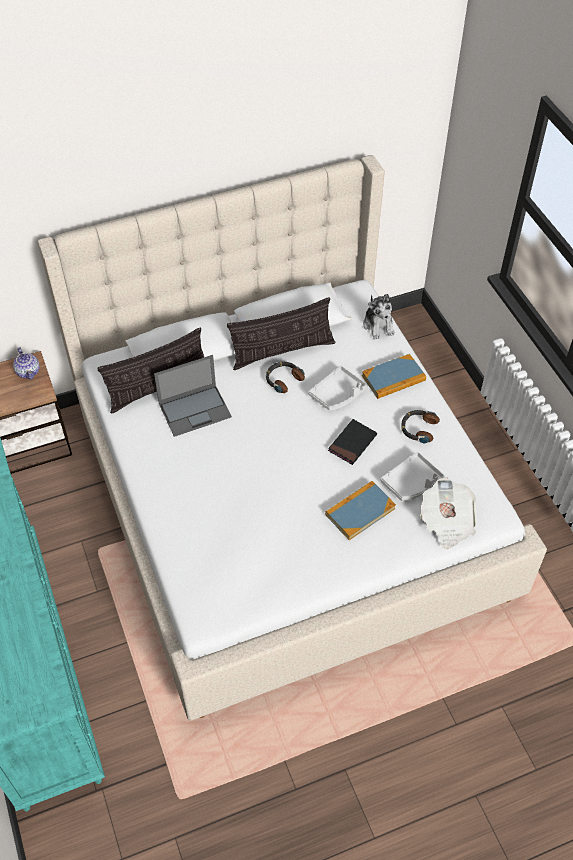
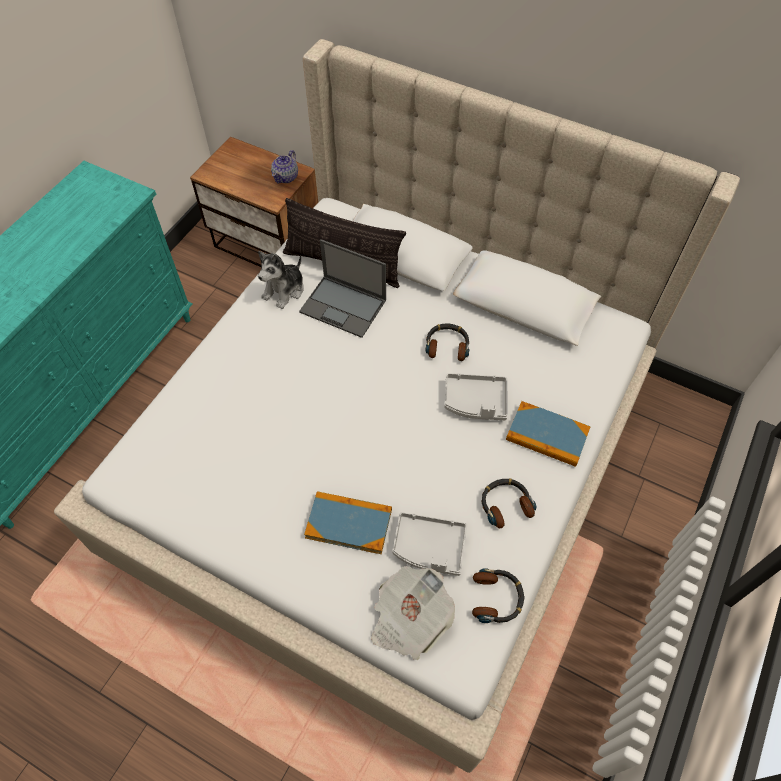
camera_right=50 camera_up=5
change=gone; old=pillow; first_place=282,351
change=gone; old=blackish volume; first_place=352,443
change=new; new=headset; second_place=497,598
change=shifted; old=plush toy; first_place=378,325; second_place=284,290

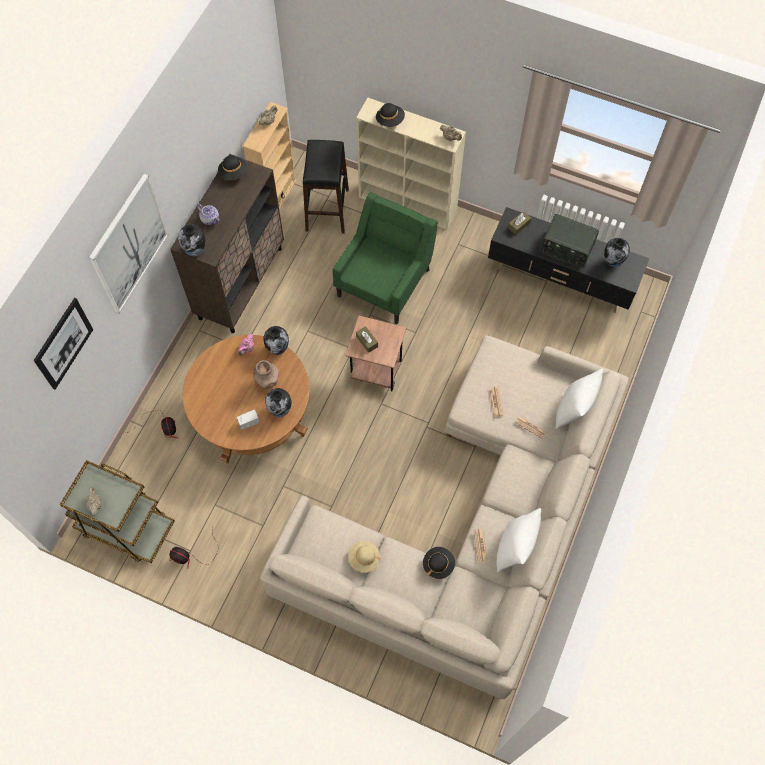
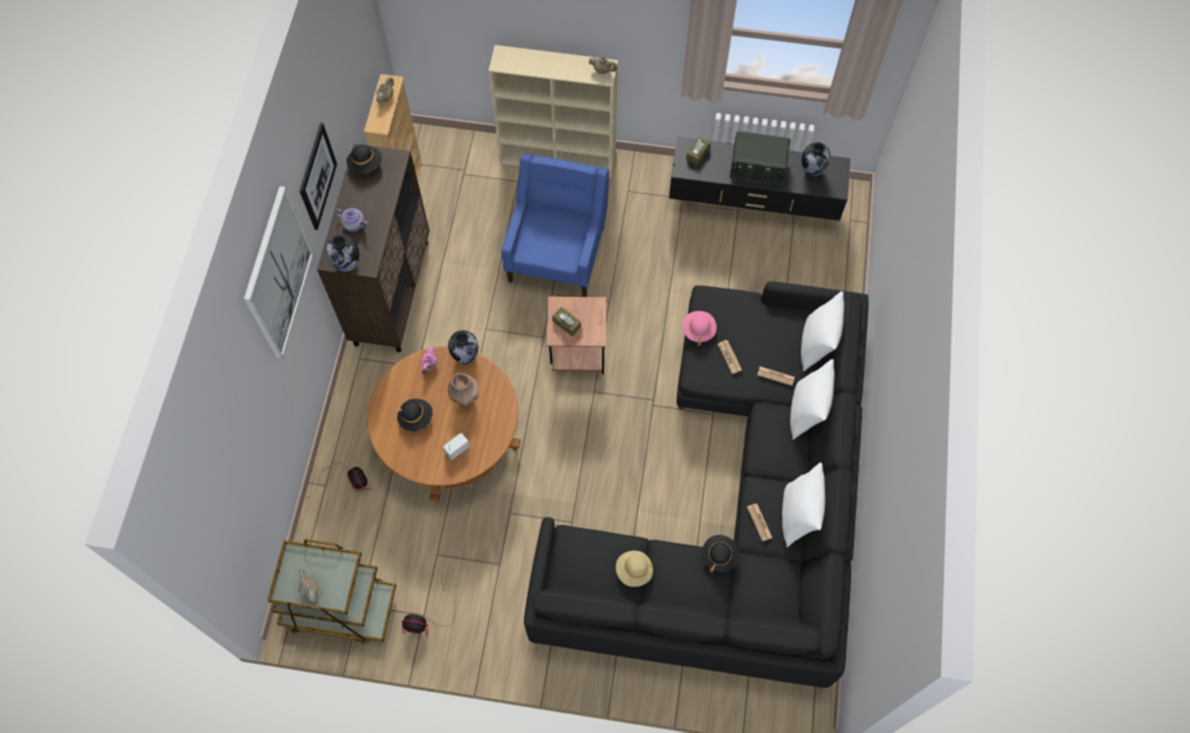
camera_right=-15 camera_up=0
change=gone; old=vase; first_place=280,410
change=gone; old=blackish stool seat; first_place=327,209
change=new; new=pinkish hat; second_place=698,330
change=new; new=white pillow; second_place=806,412
change=shifted; old=picture; first_place=63,343; second_place=317,176
change=shifted; old=blackish hat; first_place=390,120; second_place=416,418
change=repainted; old=beige settee; new=blackish settee; first_place=472,526; second_place=736,504
change=repainted; old=green-coloured armchair; new=bluish armchair; first_place=385,281; second_place=557,252

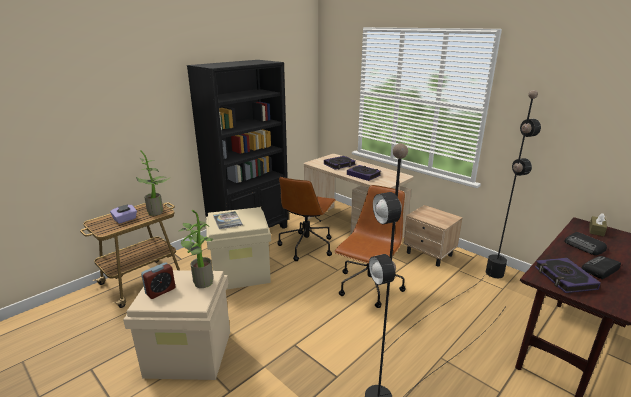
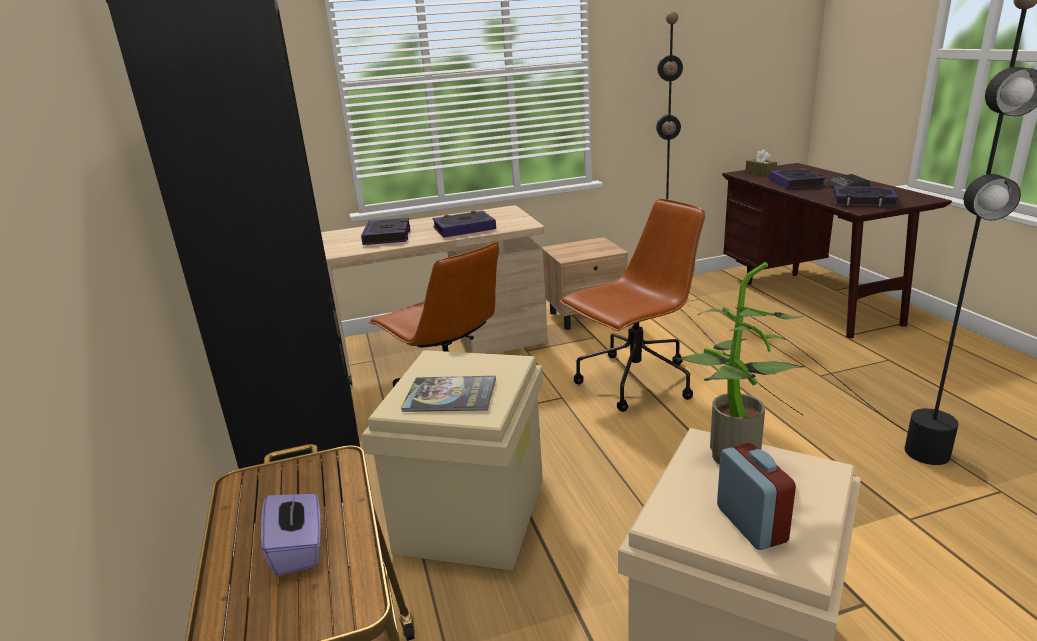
camera_right=-60 camera_up=0
change=gone; old=houseplant; first_place=158,212
change=swapped; old=radio receiver; new=volume; first_place=584,246; second_place=795,183
change=rotated; old=brownish office chair; first_place=369,287; second_place=634,382; degrees=90

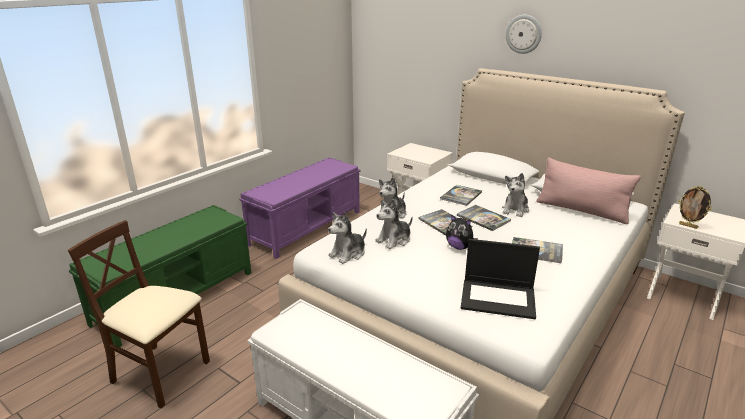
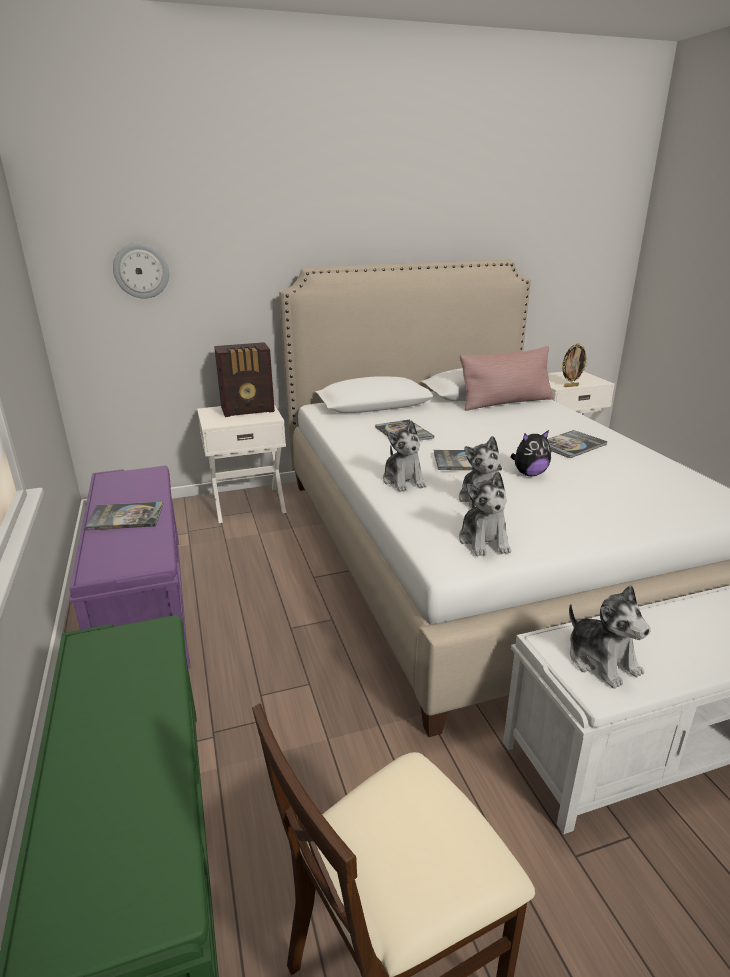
camera_right=-55 camera_up=0
change=gone; old=laptop; first_place=498,298
change=new; new=radio receiver; second_place=249,410
change=shifted; old=volume; first_place=483,218; second_place=126,517
change=shifted; old=plush toy; first_place=515,210; second_place=602,661
change=shifted; old=clock on the wall; first_place=523,34; second_place=141,271

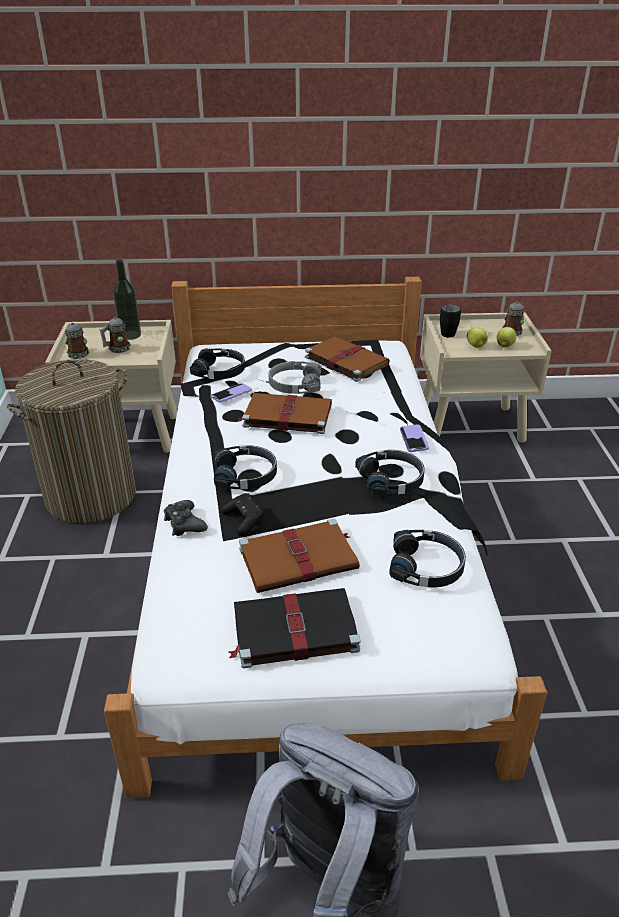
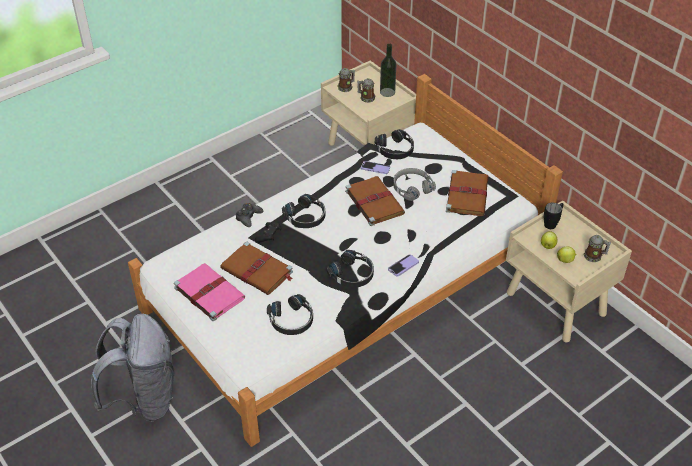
camera_right=55 camera_up=10
change=gone; old=washing basket; first_place=91,496
change=repainted; old=blackish volume; new=pinkish volume; first_place=292,630; second_place=208,292

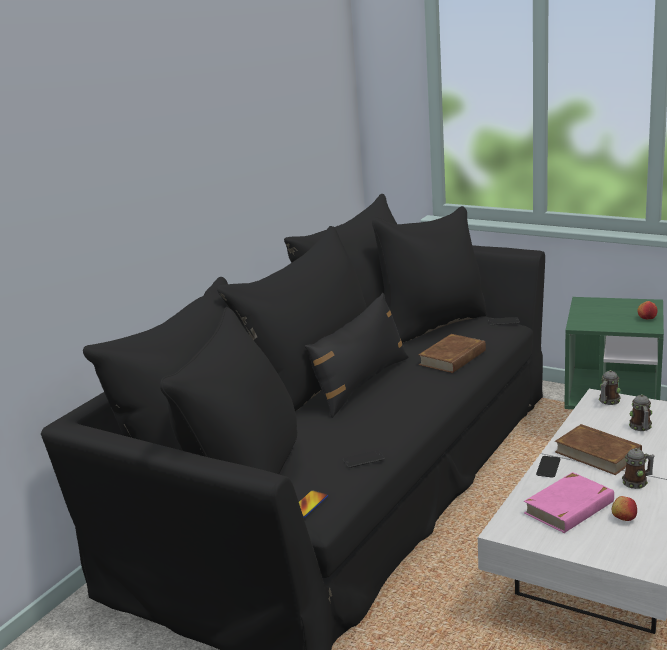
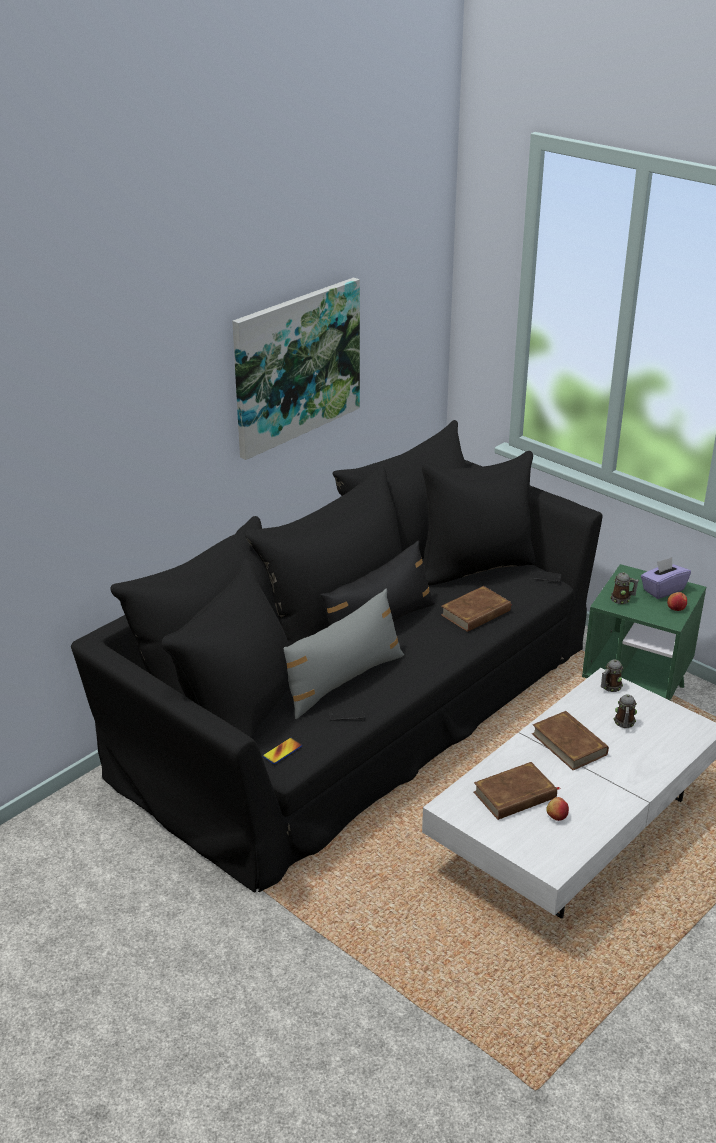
camera_right=10 camera_up=10
change=gone; old=telephone; first_place=548,467
change=new; new=picture; second_place=296,366
change=new; new=greyish pillow; second_place=342,680
change=new; new=purple-coloured tissue box; second_place=663,590
change=shifted; old=mug; first_place=637,482; second_place=622,599
change=repainted; old=pinkish volume; new=brownish volume; first_place=569,508; second_place=515,795

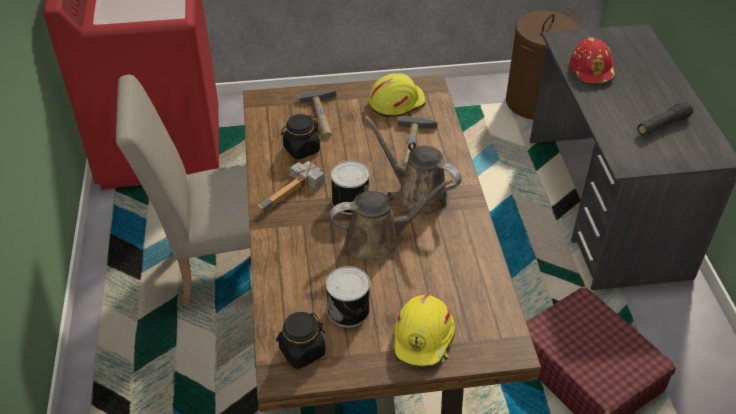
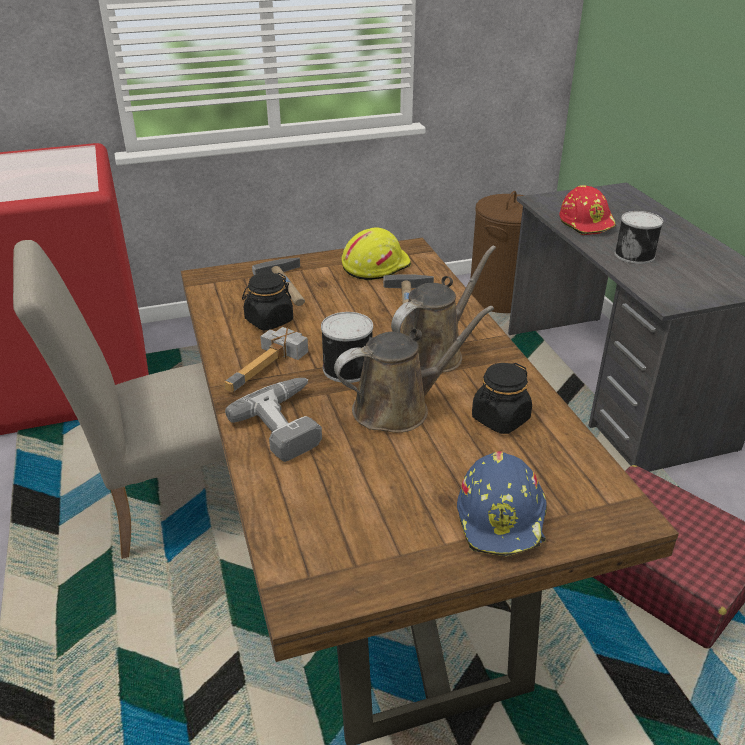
camera_right=-10 camera_up=-10
change=gone; old=blackish torch; first_place=662,125
change=new; new=power drill; second_place=289,424
change=shifted; old=blackish preserve jar; first_place=302,351; second_place=500,419
change=shifted; old=sealed can; first_place=349,310; second_place=635,255
change=repainted; old=yellow safety helmet; new=bluish safety helmet; first_place=424,339; second_place=502,518
change=rotated; old=brownish watering can; first_place=418,194; second_place=433,353; degrees=105

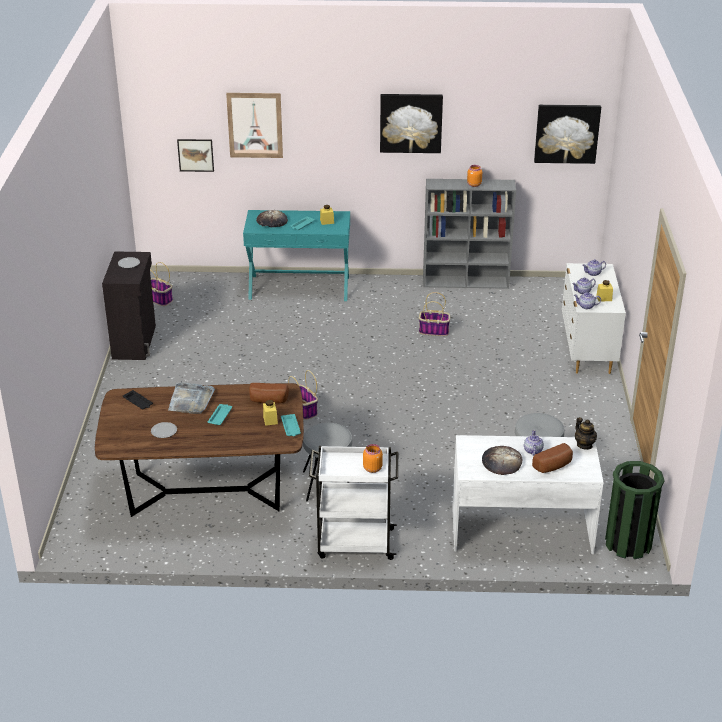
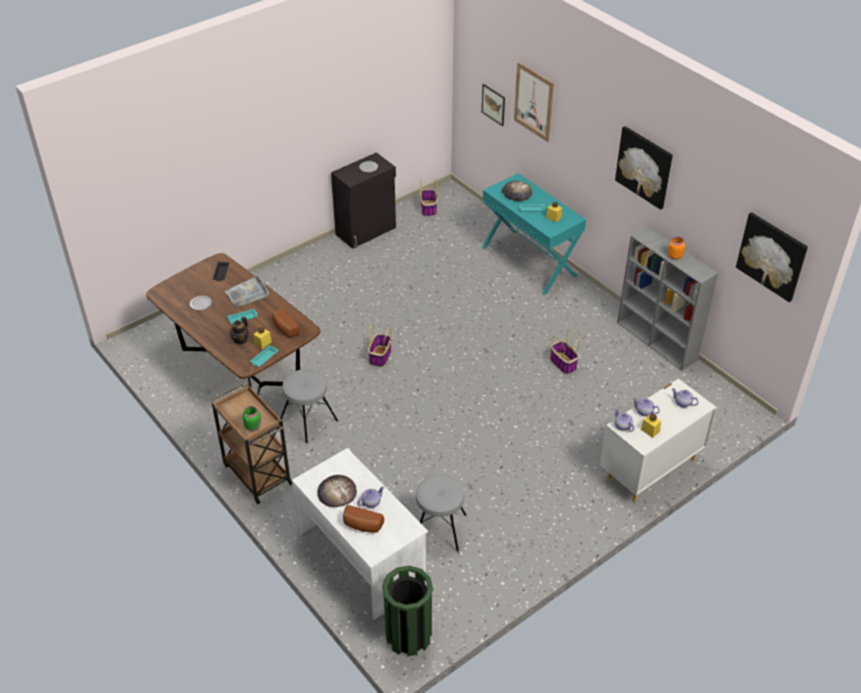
camera_right=50 camera_up=10
change=shifted; old=pot for tea; first_place=584,445; second_place=240,340
change=repainted; old=white trolley; new=brownish trolley; first_place=354,543; second_place=256,473
change=repainted; old=orangey preserve jar; new=green-coloured preserve jar; first_place=372,468; second_place=253,426

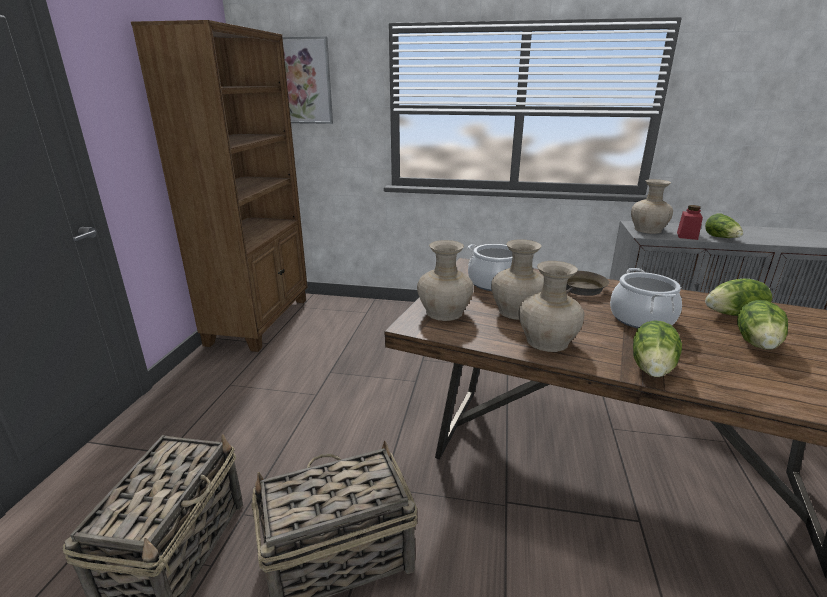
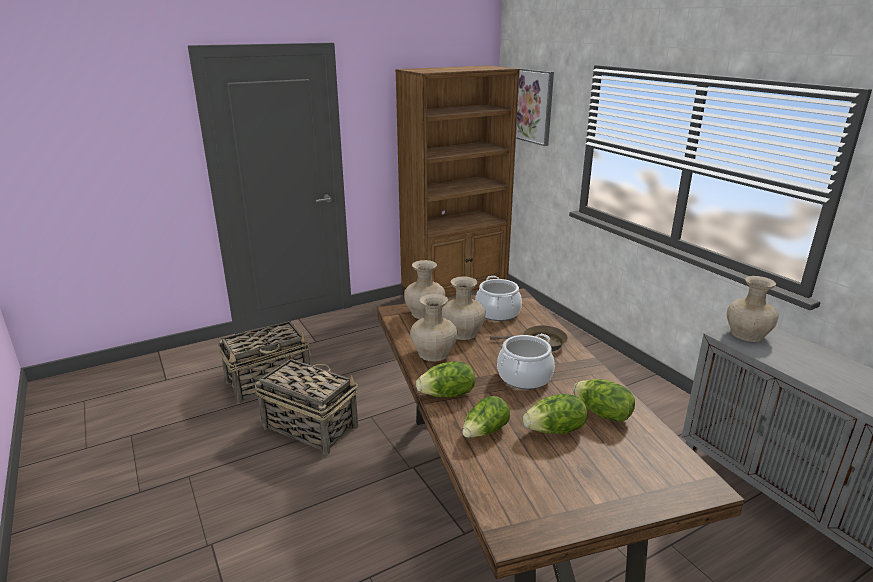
camera_right=50 camera_up=0
change=gone; old=red preserve jar; first_place=687,235
change=shifted; old=lettuce; first_place=721,238; second_place=485,432

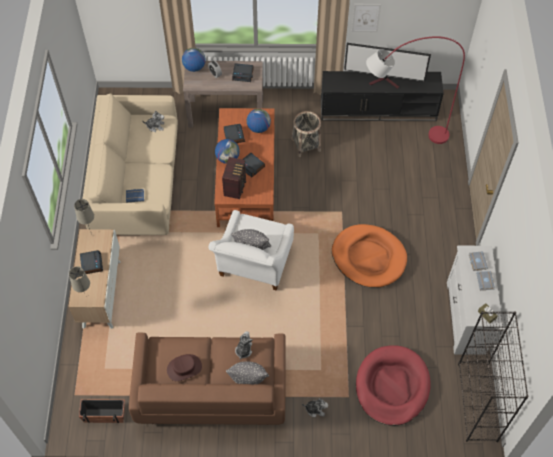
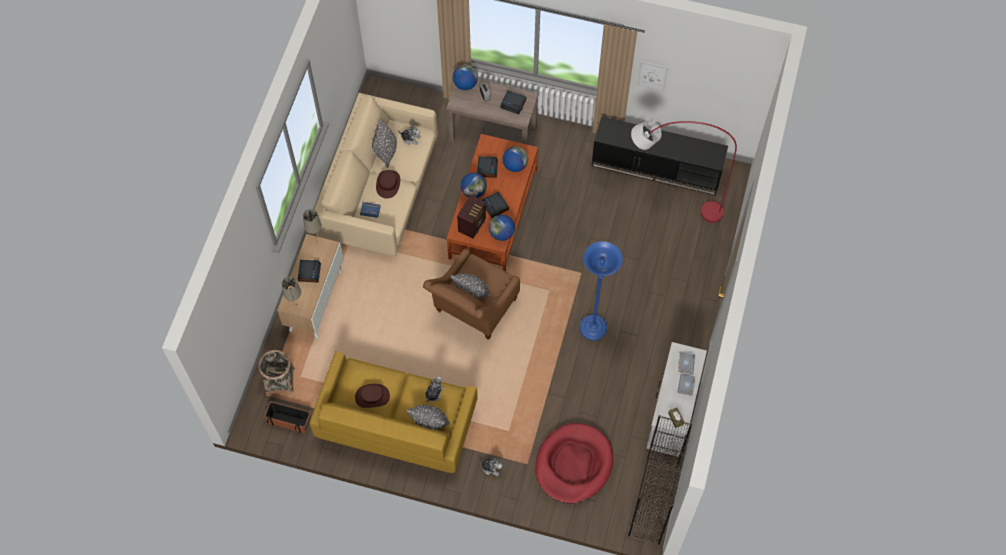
camera_right=15 camera_up=5
change=gone; old=TV set; first_place=385,81
change=new; new=greyish pillow; second_place=386,151
change=new; new=brownish hat; second_place=388,184
change=new; new=world globe; second_place=501,234
change=shifted; old=household basket; first_place=306,145; second_place=280,380
change=swapped; old=orangey dog bed; new=bluish floor lamp; first_place=368,257; second_place=593,328
change=repainted; old=brownish settee; new=yellow settee; first_place=211,390; second_place=396,423
change=repainted; old=white armchair; new=brownish armchair; first_place=253,267; second_place=473,309

